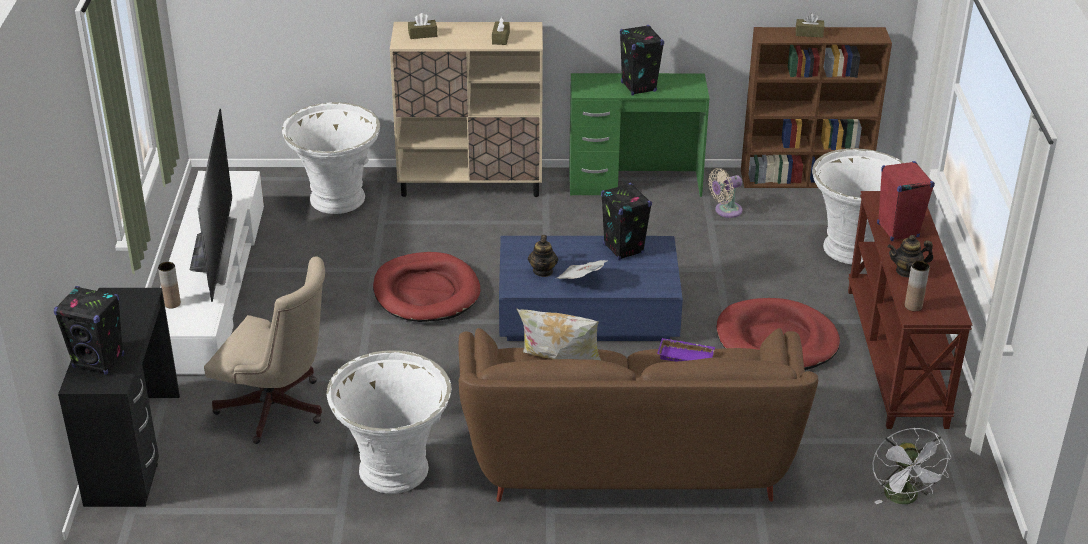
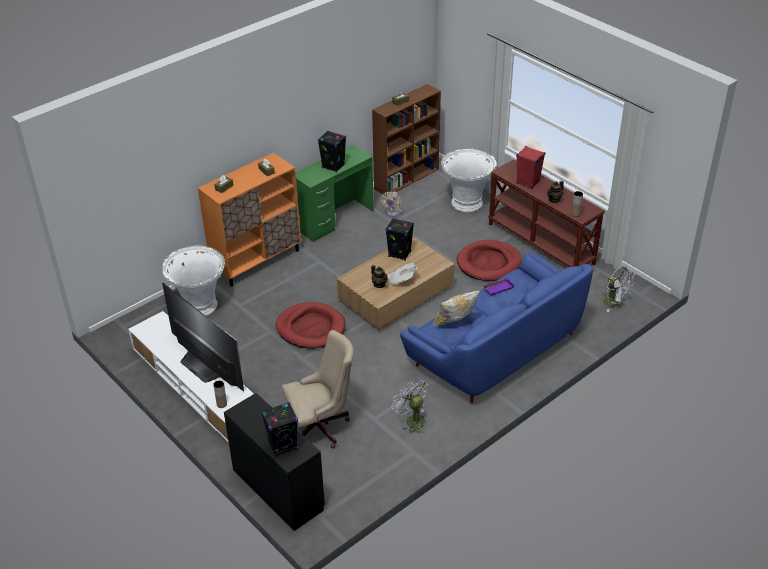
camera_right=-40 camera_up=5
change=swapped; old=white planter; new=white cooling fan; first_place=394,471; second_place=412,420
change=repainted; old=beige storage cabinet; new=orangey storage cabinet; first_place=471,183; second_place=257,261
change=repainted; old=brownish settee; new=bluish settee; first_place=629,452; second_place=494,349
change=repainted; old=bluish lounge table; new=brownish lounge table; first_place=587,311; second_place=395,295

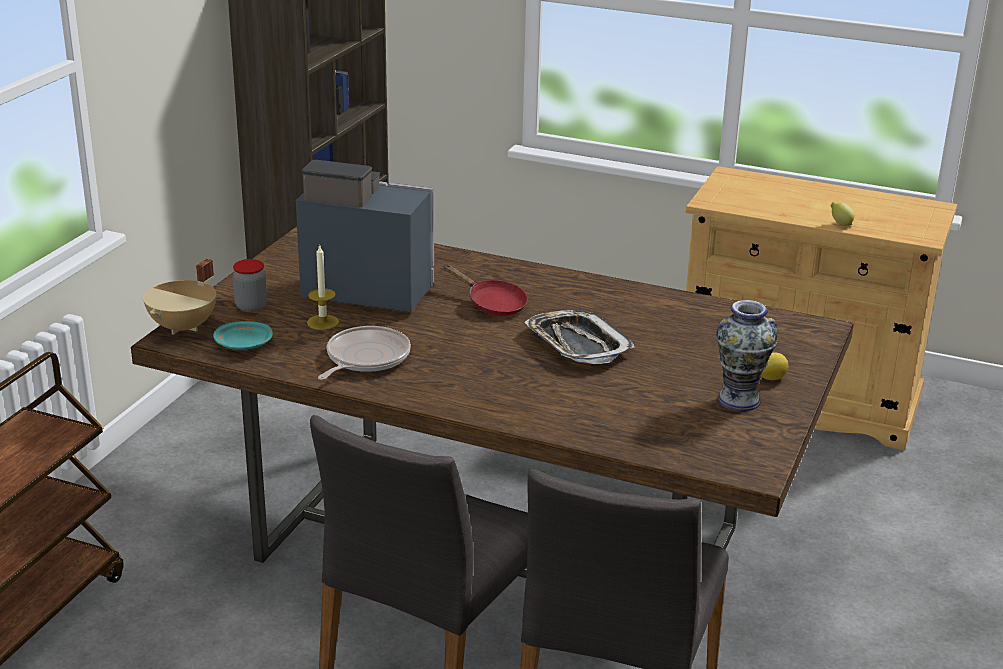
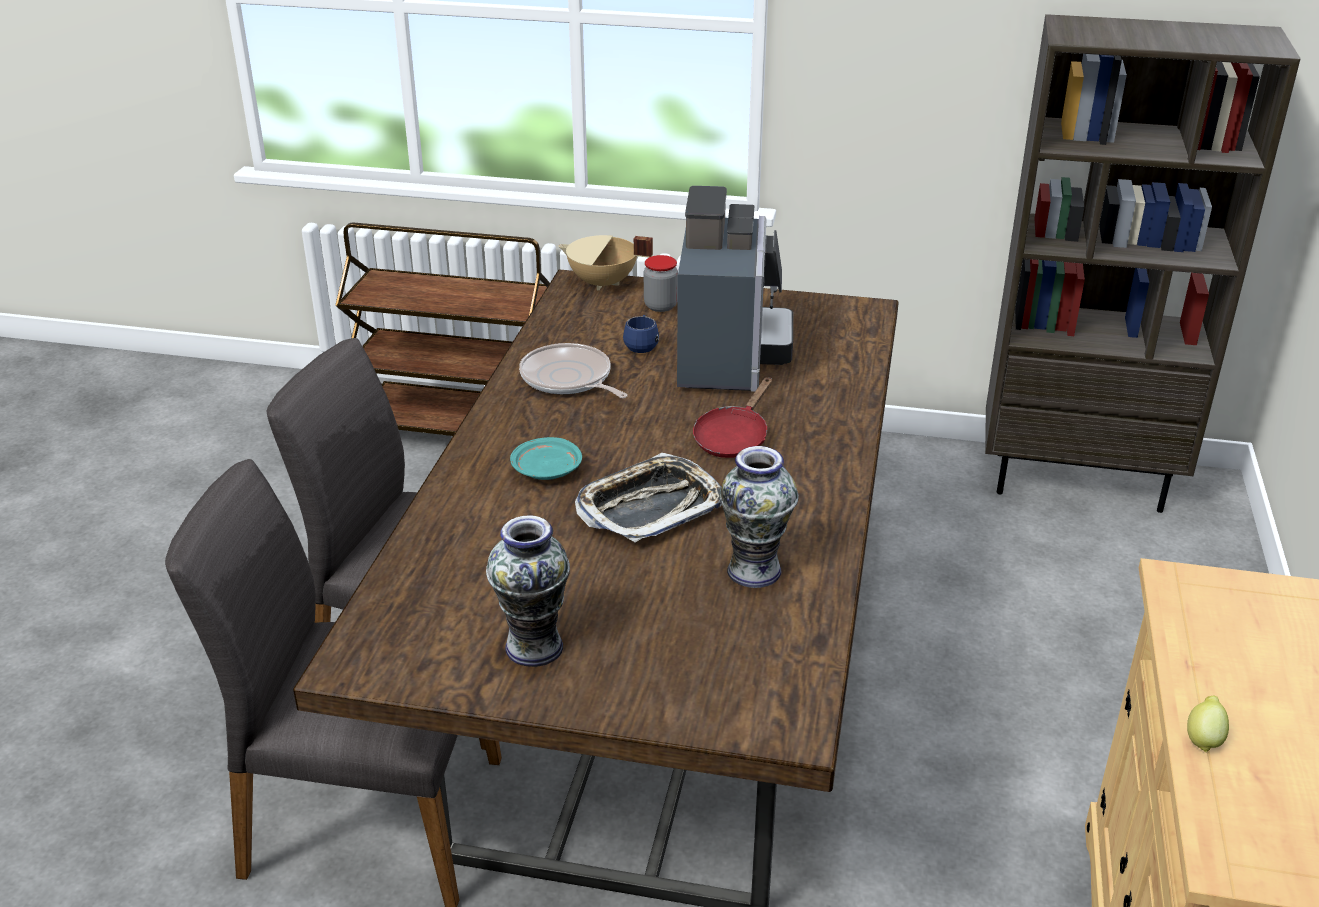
camera_right=80 camera_up=5
change=gone; old=citrus fruit; first_place=770,378
change=new; new=vase; second_place=753,570
change=shifted; old=blue-green flat dish; first_place=244,345; second_place=546,470
change=swapped; old=wax light; new=bluish mug; first_place=323,322; second_place=641,346
change=rotated; old=skillet; first_place=365,358; second_place=569,379; degrees=-150

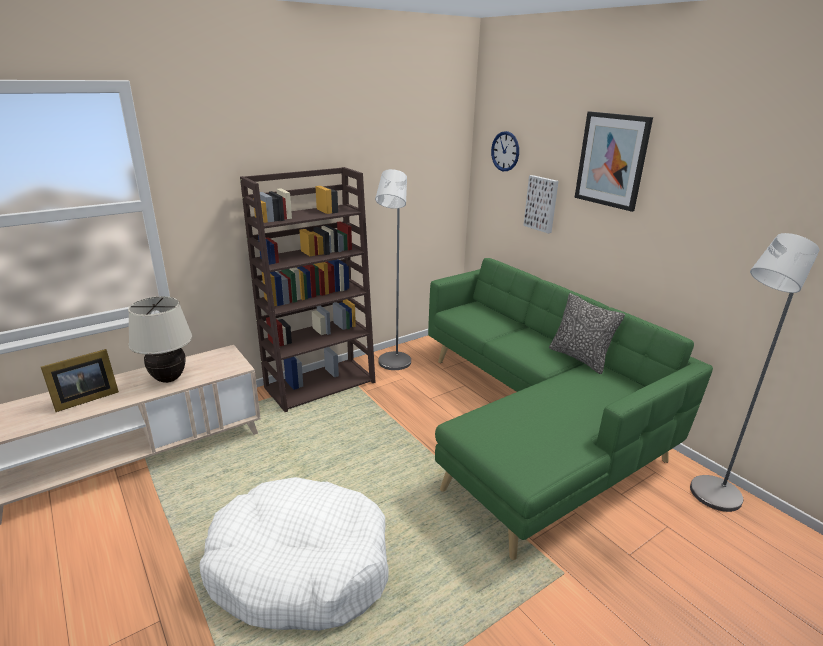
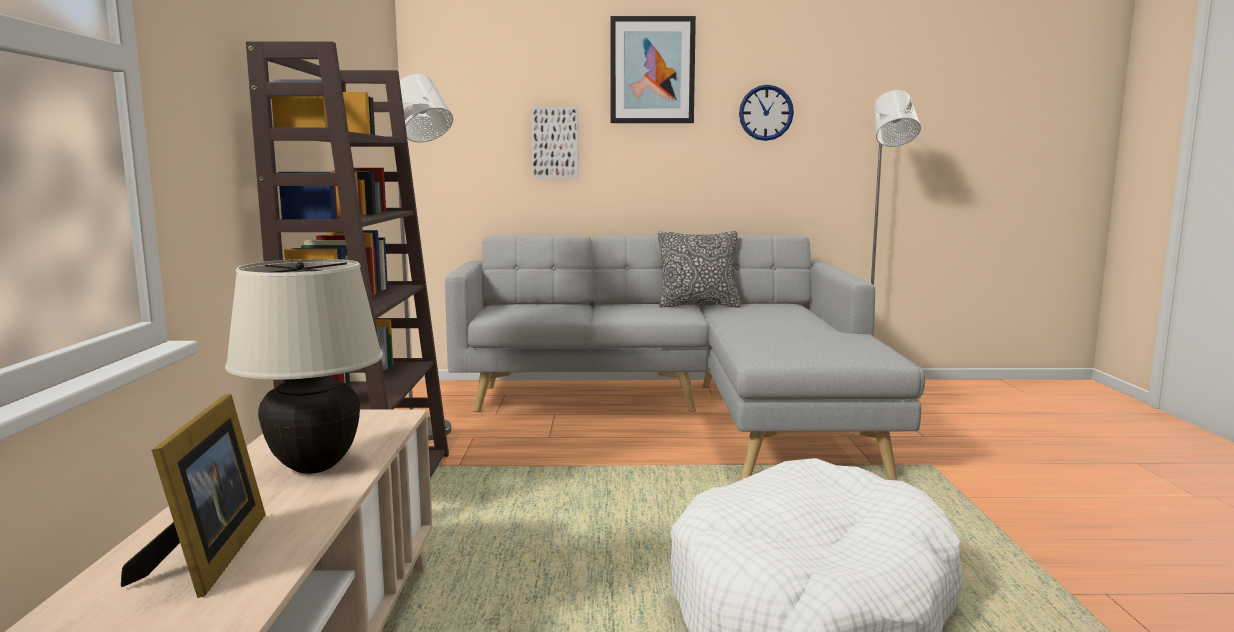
camera_right=-55 camera_up=-15
change=shifted; old=clock on the wall; first_place=505,151; second_place=766,113
change=repainted; old=green-coloured settee; new=greyish settee; first_place=533,428; second_place=691,411

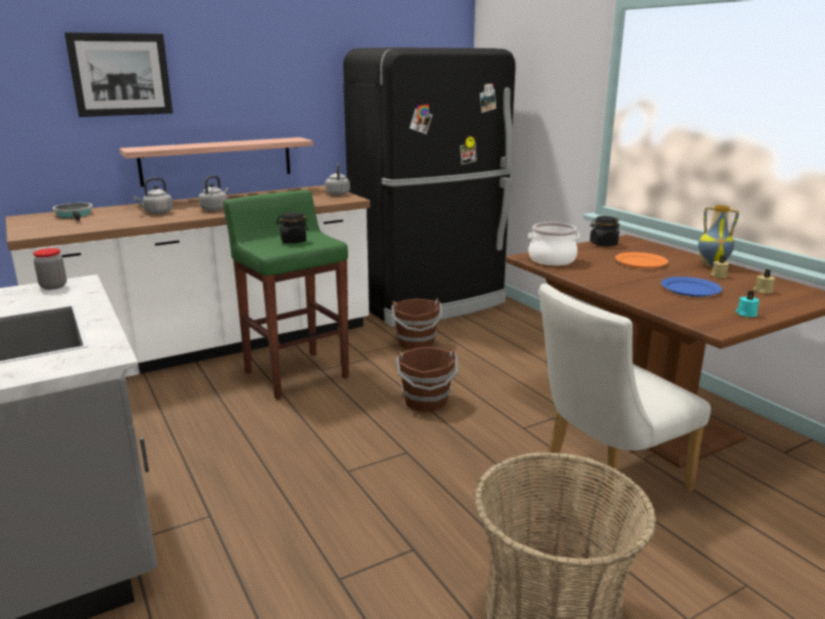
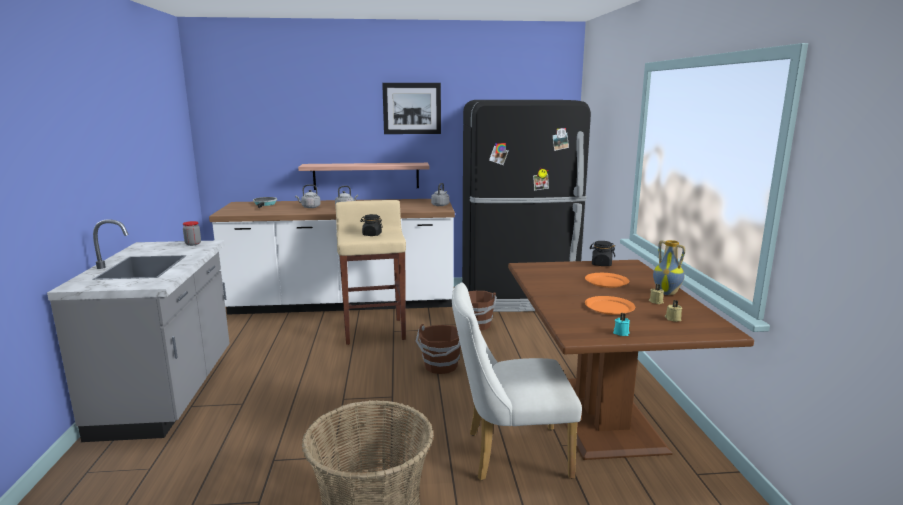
camera_right=25 camera_up=-5
change=gone; old=cooking pot; first_place=552,260
change=shifted; old=picture; first_place=121,74; second_place=412,108
change=repainted; old=green-coloured stool seat; new=beige stool seat; first_place=296,374; second_place=374,331
change=repainted; old=bluish flat dish; new=orangey flat dish; first_place=691,289; second_place=609,307

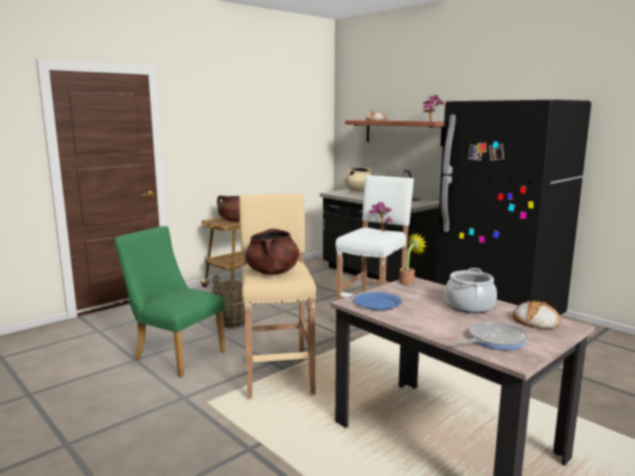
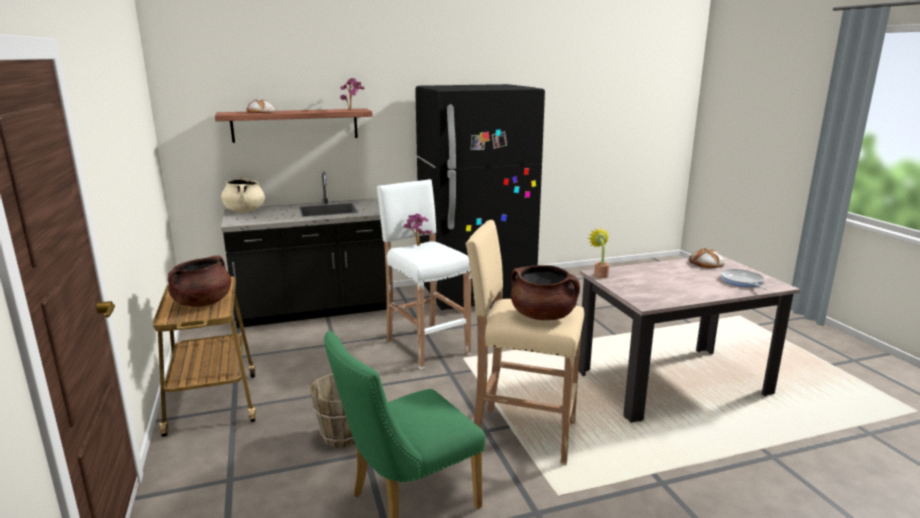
camera_right=-65 camera_up=5
change=gone; old=bluish flat dish; first_place=378,303
change=gone; old=cooking pot; first_place=469,306

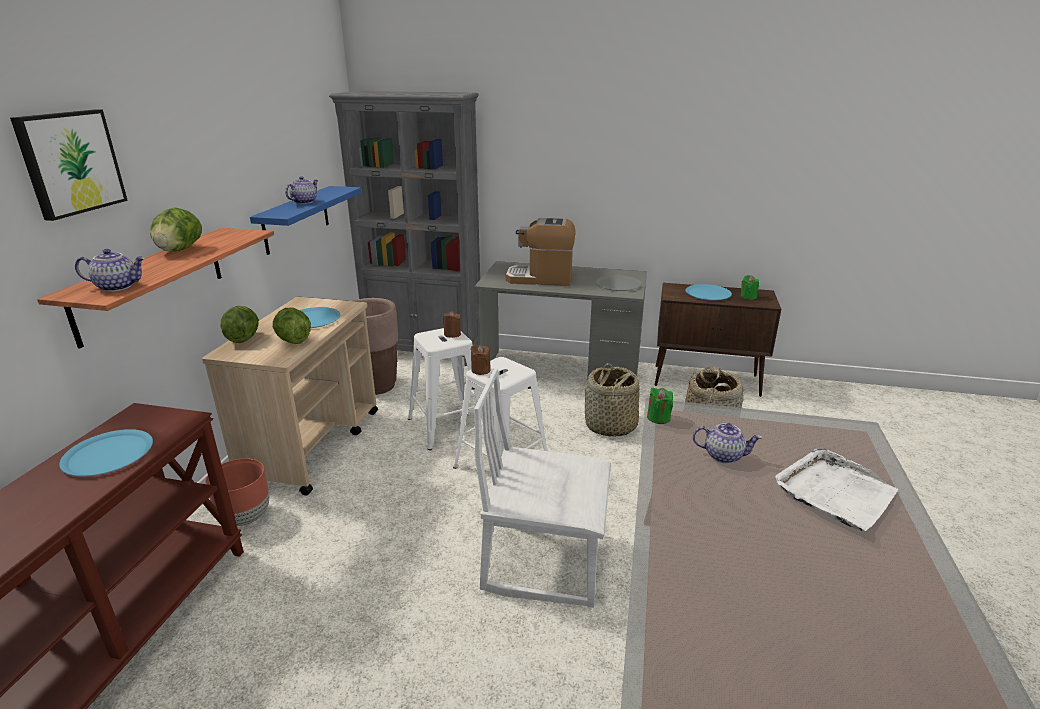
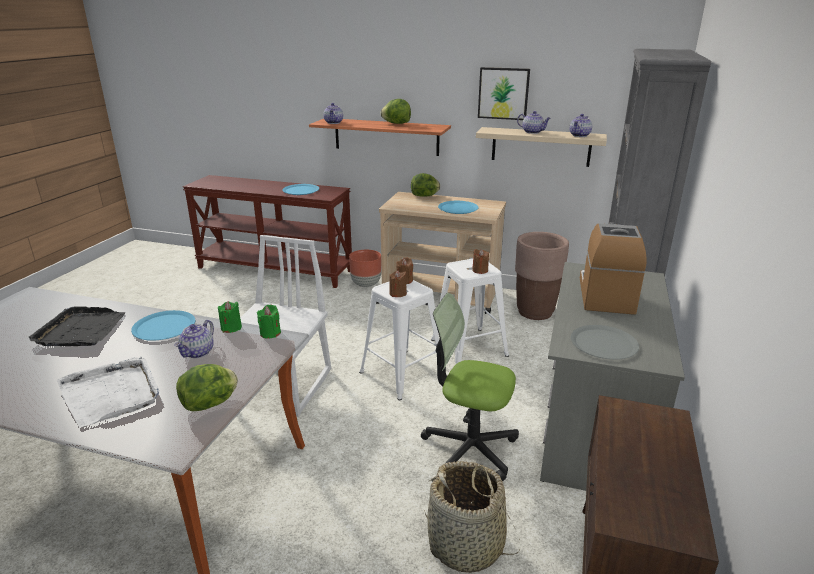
camera_right=95 camera_up=0
change=new; new=blackish tray; second_place=80,330
change=new; new=brownish wax light; second_place=398,293
change=new; new=pot for tea; second_place=580,135
change=shifted; old=picture; first_place=70,163; second_place=503,93
change=shifted; old=lettuce; first_place=293,341; second_place=210,404
change=shifted; old=bluish flat dish; first_place=708,293; second_place=164,327
change=shifted; old=green-coloured wax light; first_place=748,297; second_place=231,328
change=swapped; old=household basket; new=office chair; first_place=610,426; second_place=469,448
change=repainted; old=bluish bracket shelf; new=beige bracket shelf; first_place=296,219; second_place=541,146

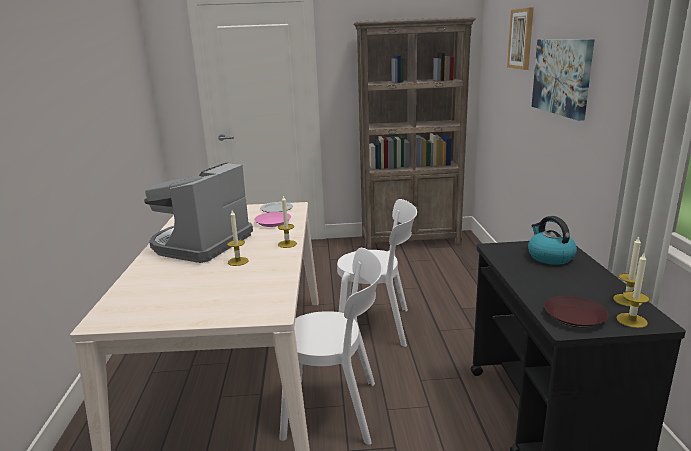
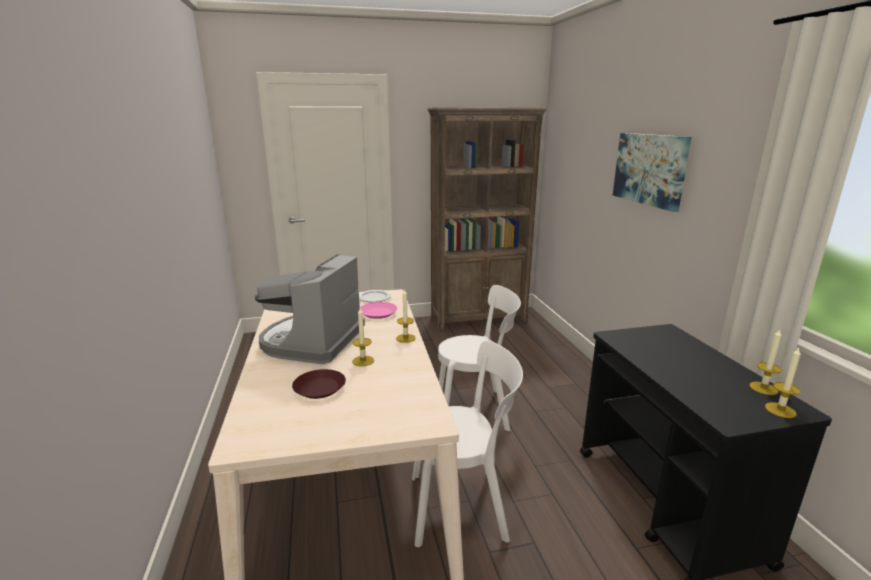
camera_right=-10 camera_up=0
change=gone; old=picture; first_place=521,39
change=gone; old=water kettle; first_place=549,257
change=shifted; old=brownish flat dish; first_place=574,316; second_place=319,388

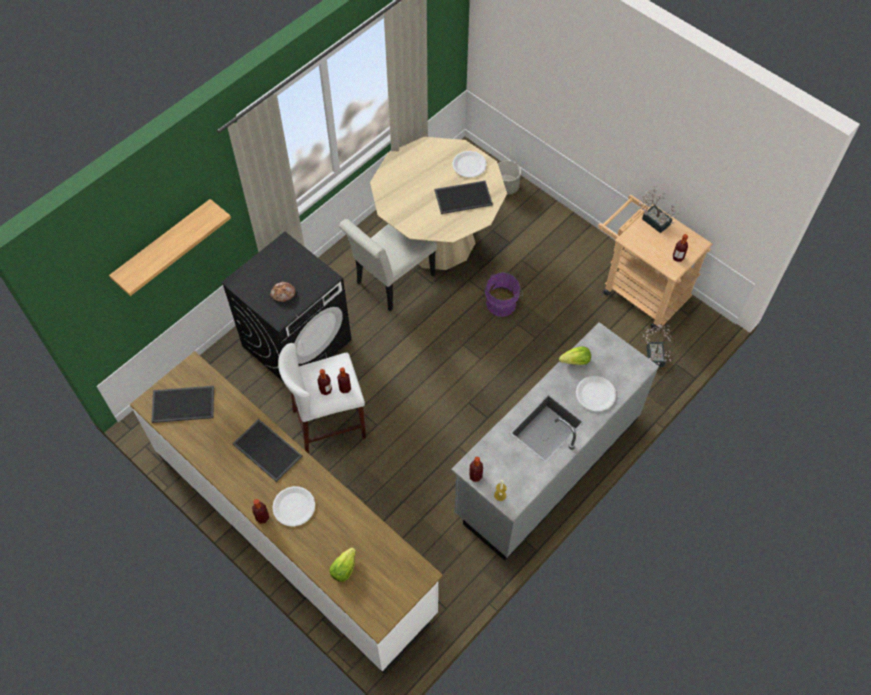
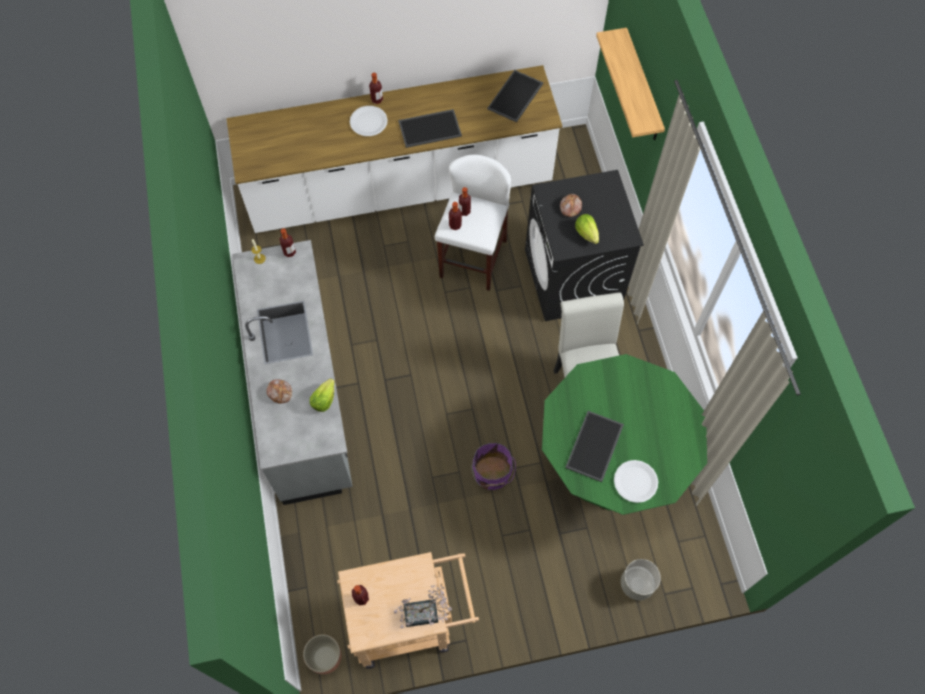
camera_right=125 camera_up=5
change=gone; old=houseplant; first_place=655,353
change=new; new=planter; second_place=325,658
change=shifted; old=lettuce; first_place=343,569; second_place=586,233
change=swapped; old=white flat dish; new=bread; first_place=595,394; second_place=280,392
change=repainted; old=beige dinner table; new=green-coloured dinner table; first_place=438,239; second_place=610,466

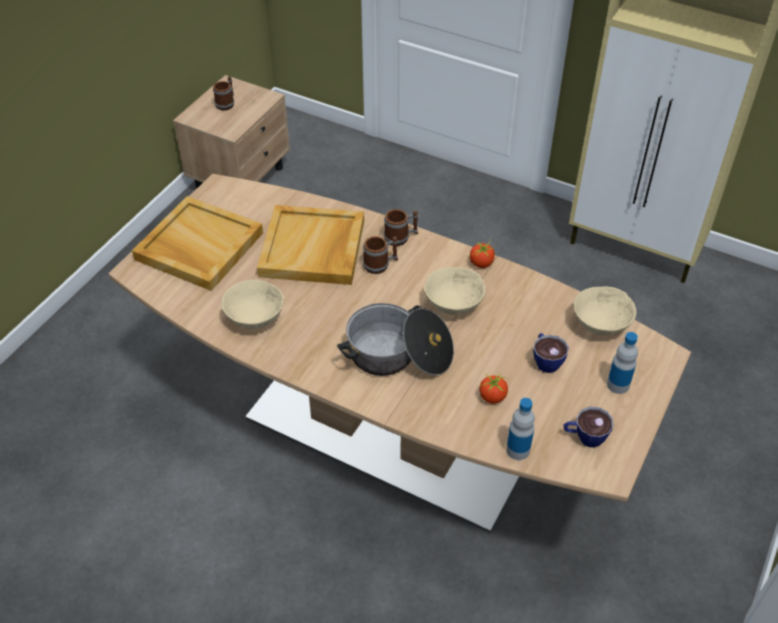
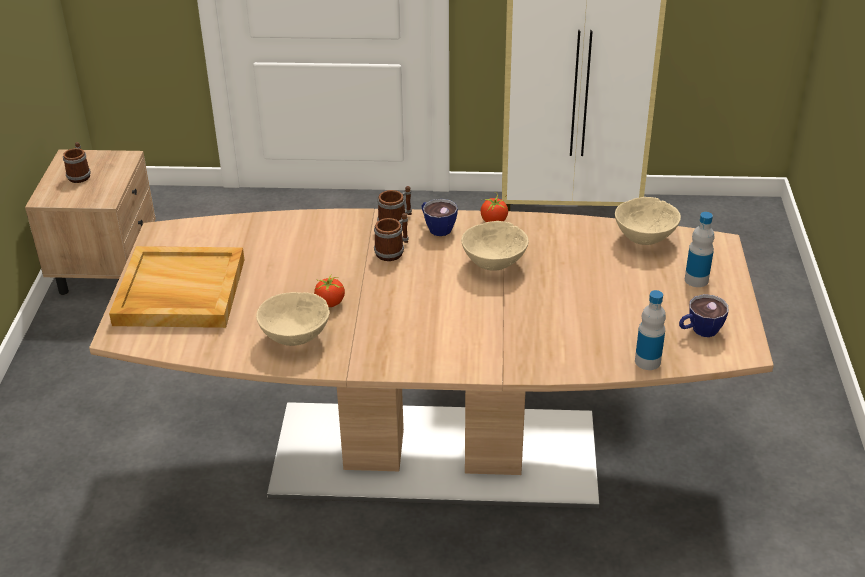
camera_right=-25 camera_up=-10
change=gone; old=beige tray; first_place=313,249
change=gone; old=cooking pot; first_place=398,355
change=shifted; old=tomato; first_place=492,397; second_place=330,303
change=shifted; old=cup; first_place=545,360; second_place=436,227

